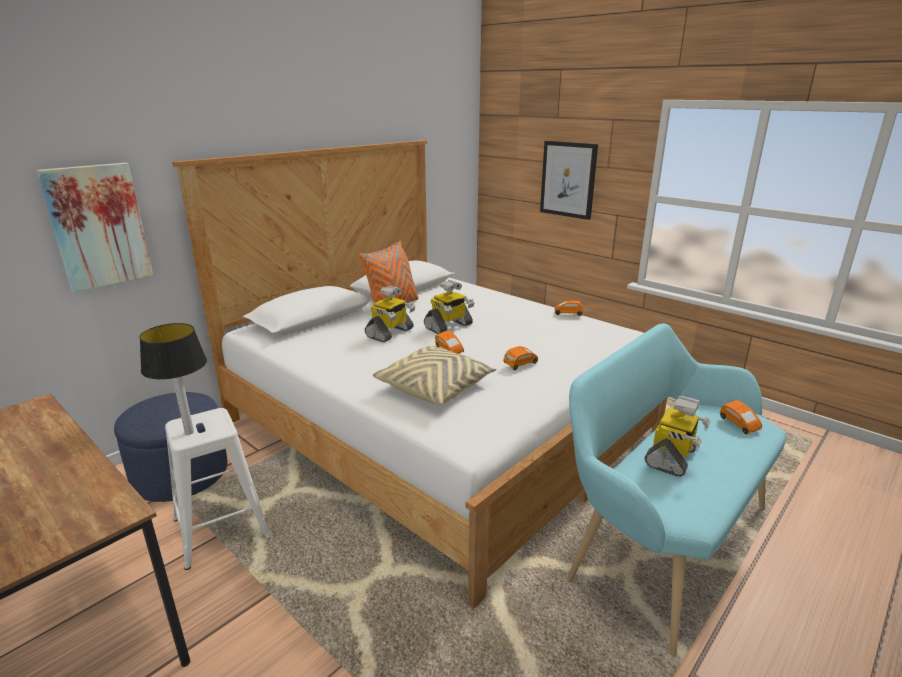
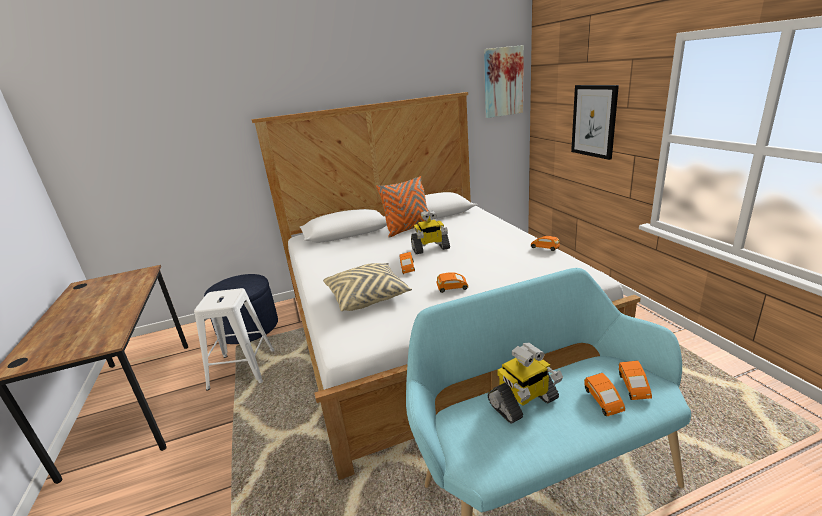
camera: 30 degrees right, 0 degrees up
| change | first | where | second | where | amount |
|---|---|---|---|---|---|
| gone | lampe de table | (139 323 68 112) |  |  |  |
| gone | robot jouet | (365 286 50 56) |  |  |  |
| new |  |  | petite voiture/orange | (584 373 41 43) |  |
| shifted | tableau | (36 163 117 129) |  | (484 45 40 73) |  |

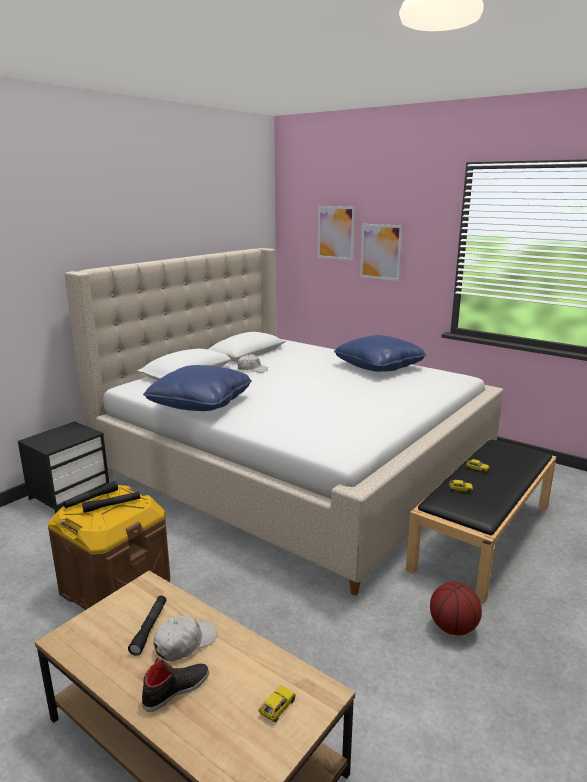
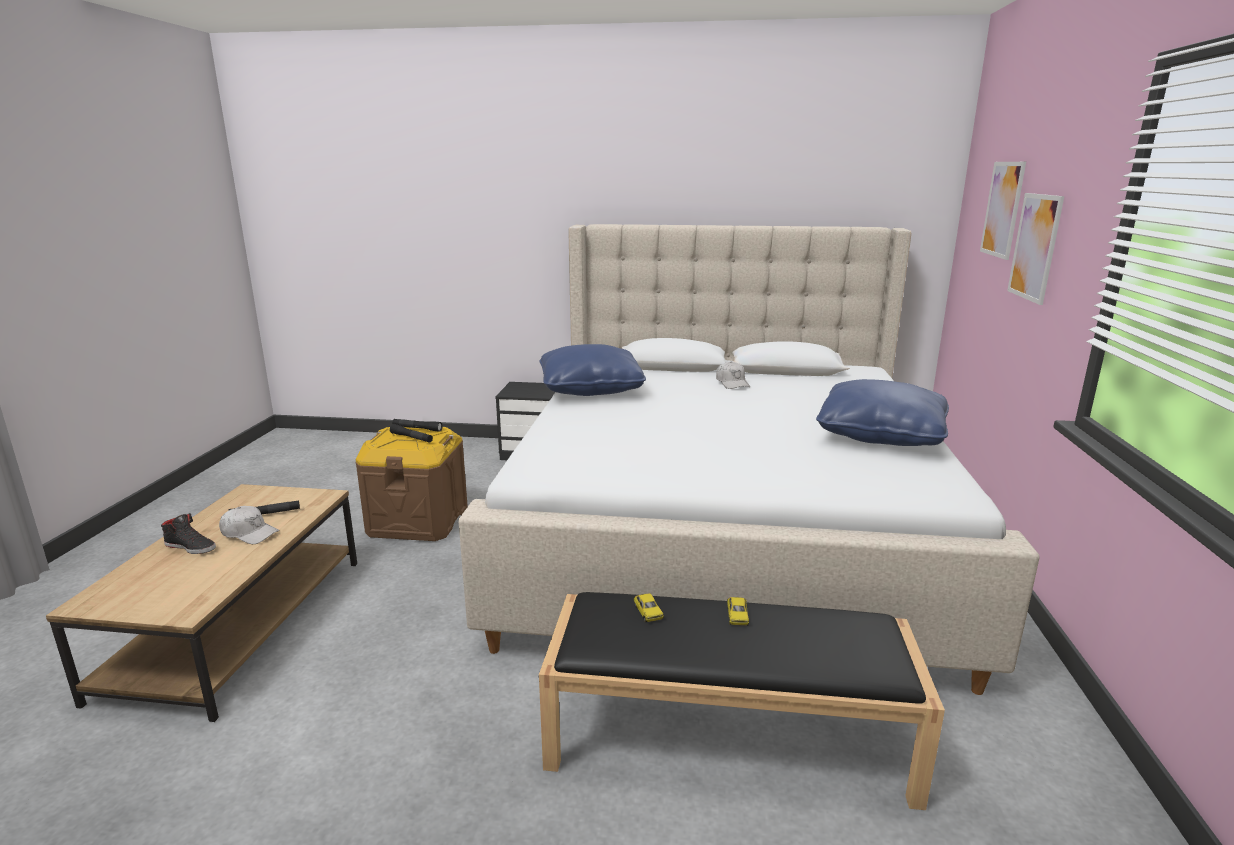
camera: 60 degrees right, 0 degrees up
| change | first | where | second | where | amount |
|---|---|---|---|---|---|
| gone | petite voiture | (259 686 37 37) |  |  |  |
| gone | ballon de basket | (430 582 52 54) |  |  |  |

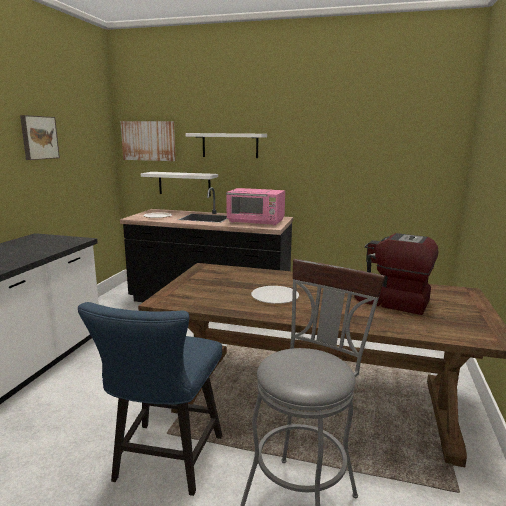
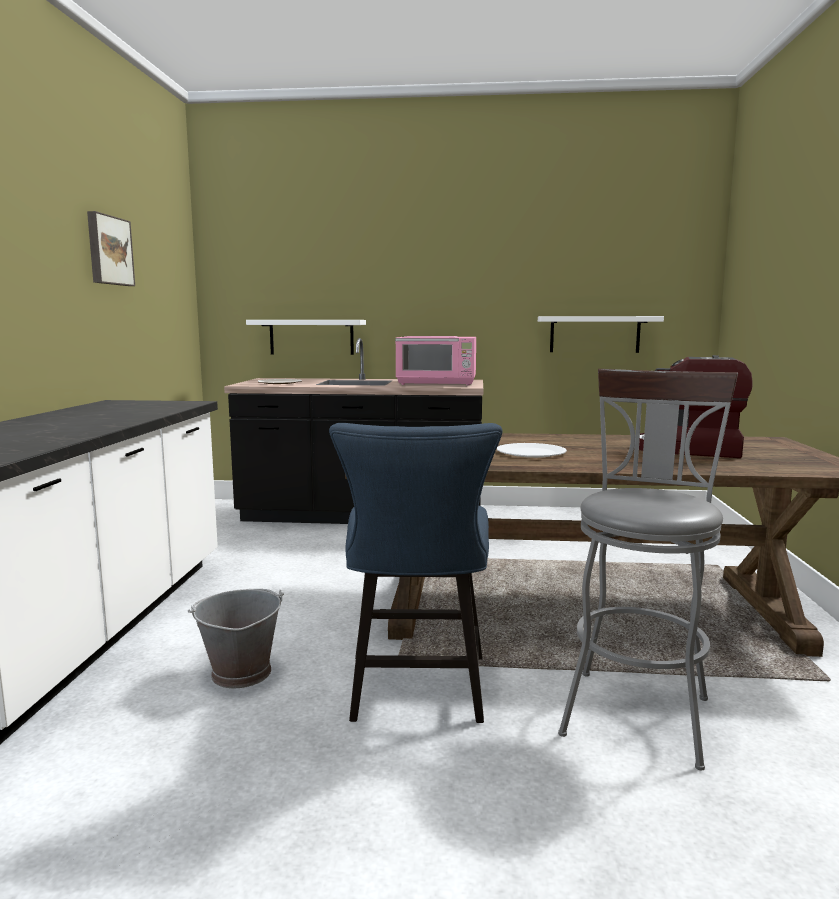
camera: 10 degrees left, 5 degrees down
| change | first | where | second | where | amount |
|---|---|---|---|---|---|
| gone | tableau | (120 121 56 40) |  |  |  |
| new |  |  | seau/gris | (188 589 96 99) |  |
| shifted | étagère/blanc | (185 133 82 25) |  | (538 316 126 37) |  |

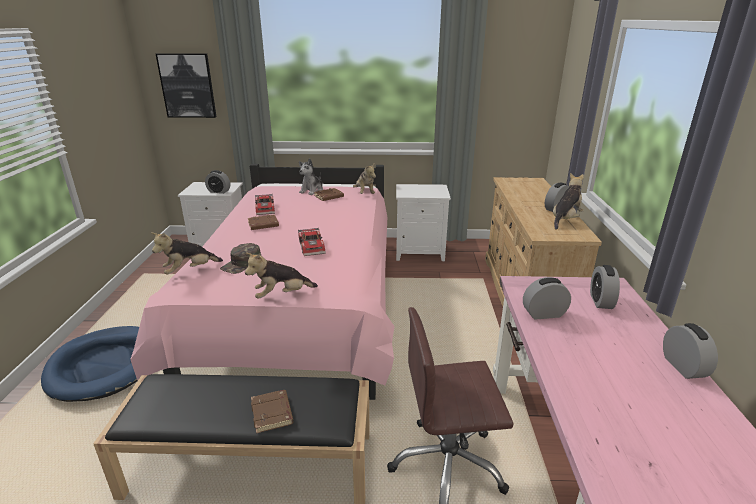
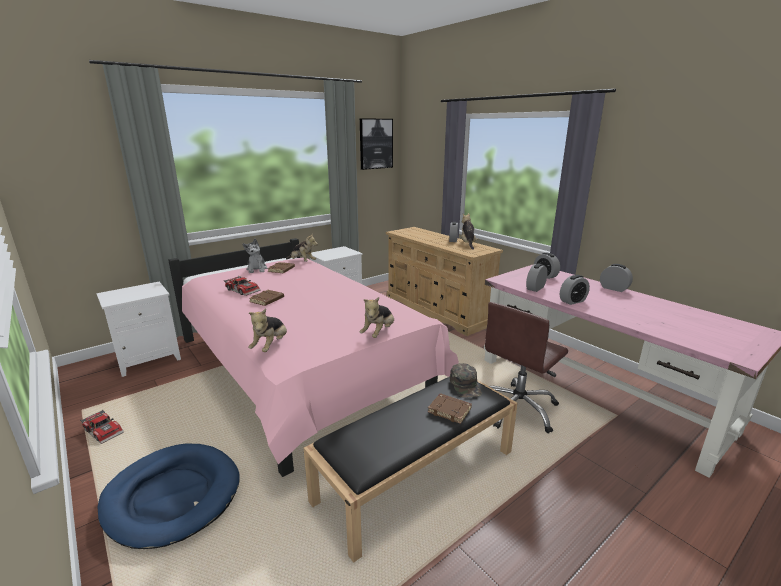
camera: 40 degrees left, 5 degrees down
| change | first | where | second | where | amount |
|---|---|---|---|---|---|
| shifted | tableau | (156 53 61 65) |  | (360 118 33 52) |  |
| shifted | réveil | (205 170 25 24) |  | (560 275 30 30) |  |
| shifted | casquette/vert | (220 243 41 31) |  | (450 363 32 35) |  |
| shifted | petite voiture | (298 227 28 29) |  | (80 410 44 34) |  |

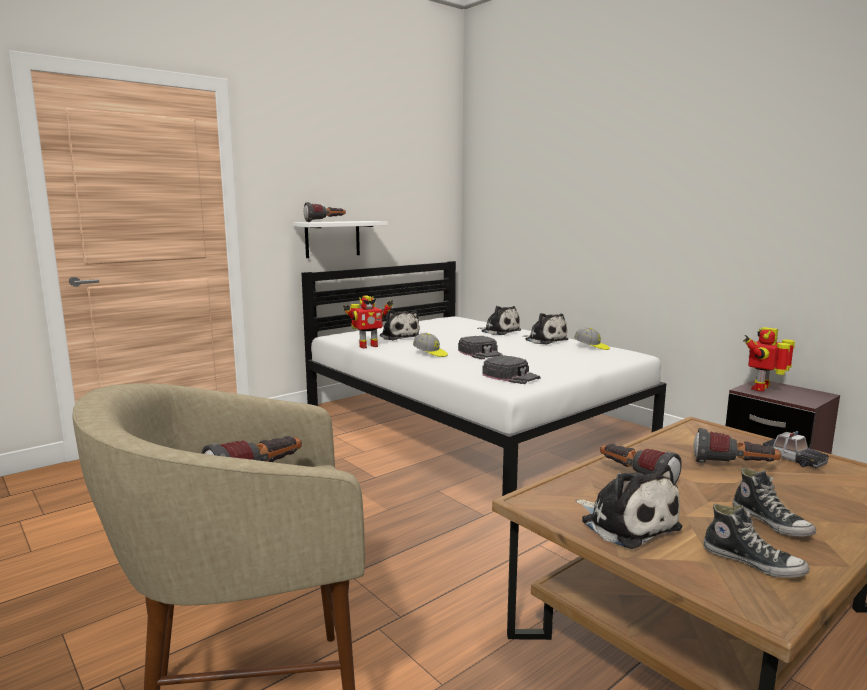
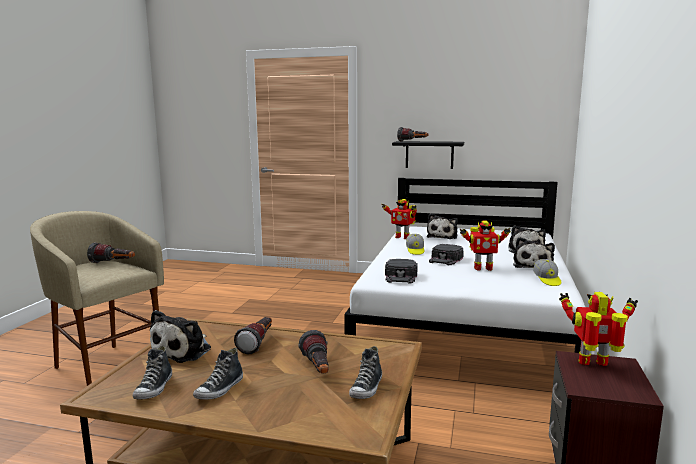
camera: 55 degrees right, 0 degrees up
| change | first | where | second | where | amount |
|---|---|---|---|---|---|
| new |  |  | robot jouet | (460 221 51 50) |  |
| swapped | petite voiture | (762 431 67 37) | chaussure | (349 346 33 53) |  |
| repainted | étagère/blanc | (292 221 96 37) | étagère/noir | (392 141 72 28) |  |

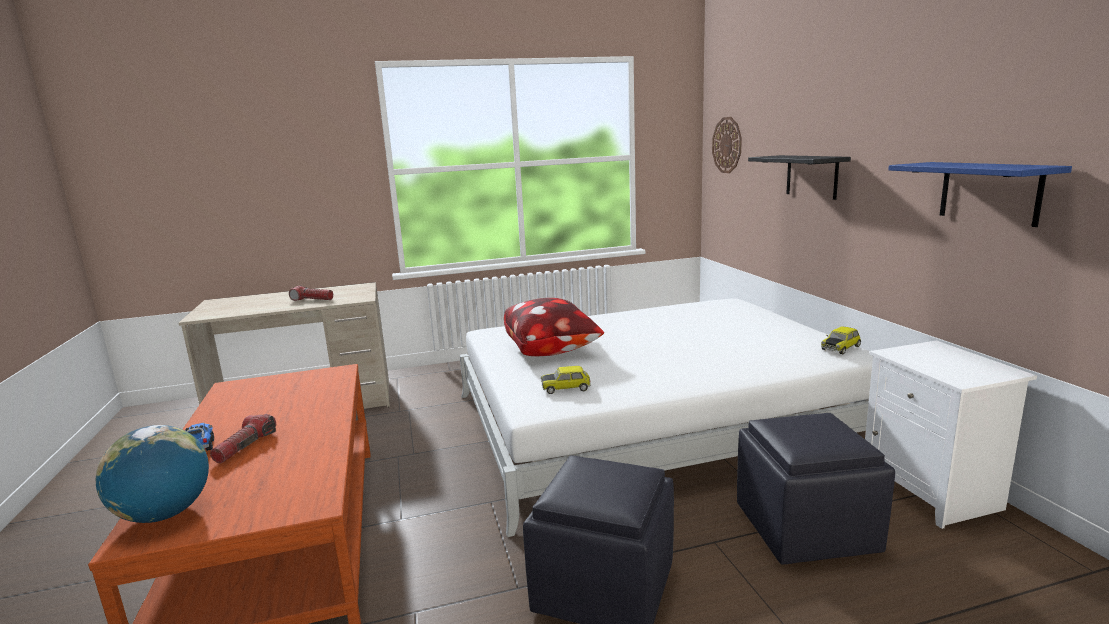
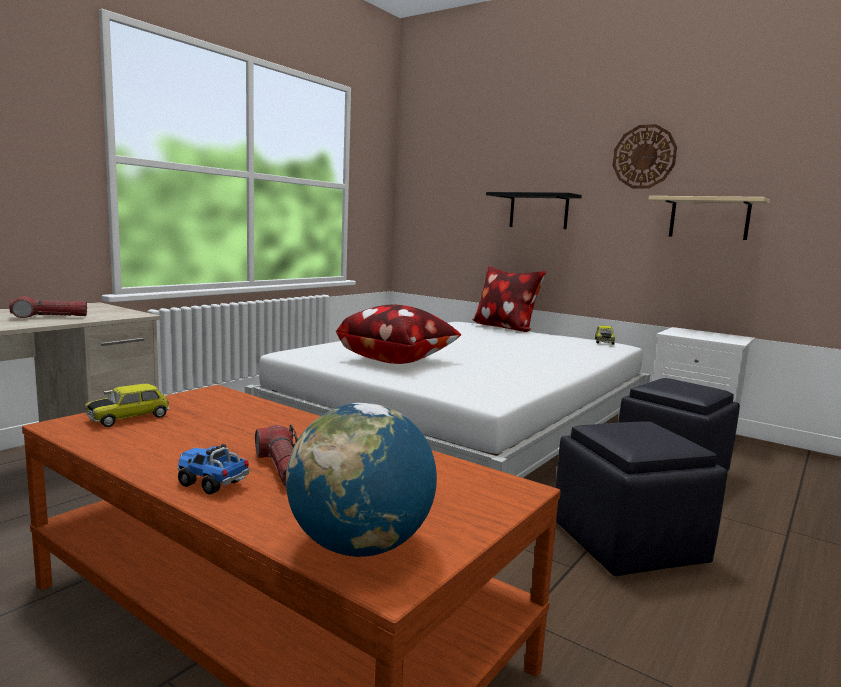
camera: 40 degrees left, 5 degrees down
| change | first | where | second | where | amount |
|---|---|---|---|---|---|
| new |  |  | coussin | (473 266 73 66) |  |
| shifted | petite voiture | (541 366 50 28) |  | (85 384 84 43) |  |
| shifted | horloge murale | (712 117 30 56) |  | (613 124 64 65) |  |
| repainted | étagère/bleu | (888 162 184 65) | étagère/beige | (649 196 121 44) |  |

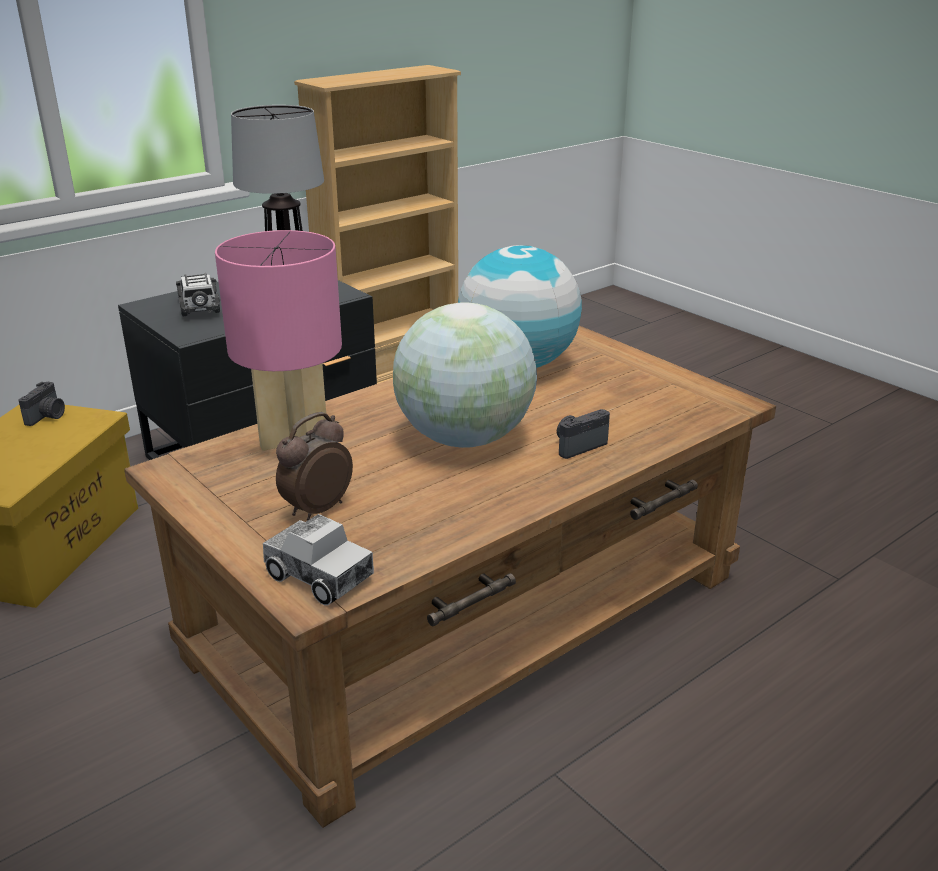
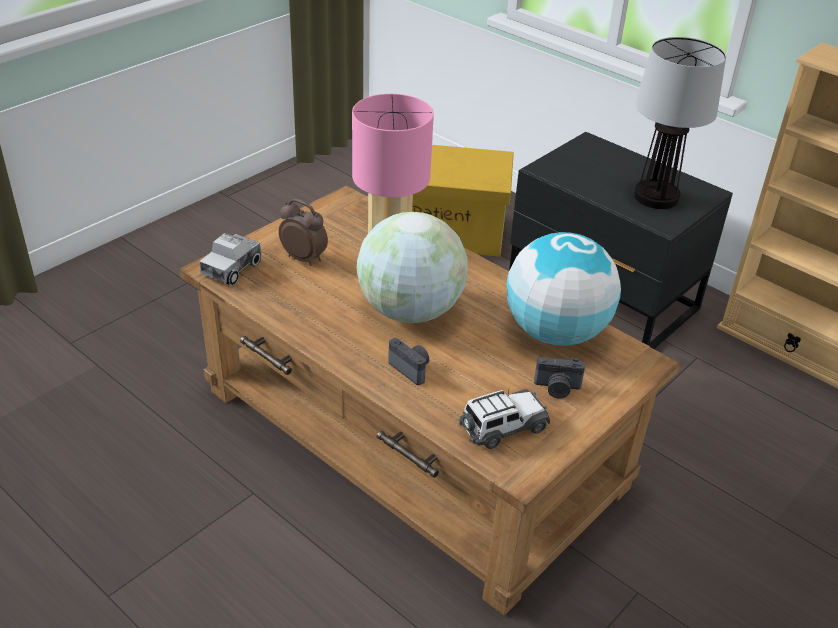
camera: 80 degrees right, 10 degrees up
| change | first | where | second | where | amount |
|---|---|---|---|---|---|
| shifted | appareil photo | (18 382 47 44) |  | (534 357 51 41) |  |
| shifted | petite voiture | (176 272 44 44) |  | (459 389 91 60) |  |

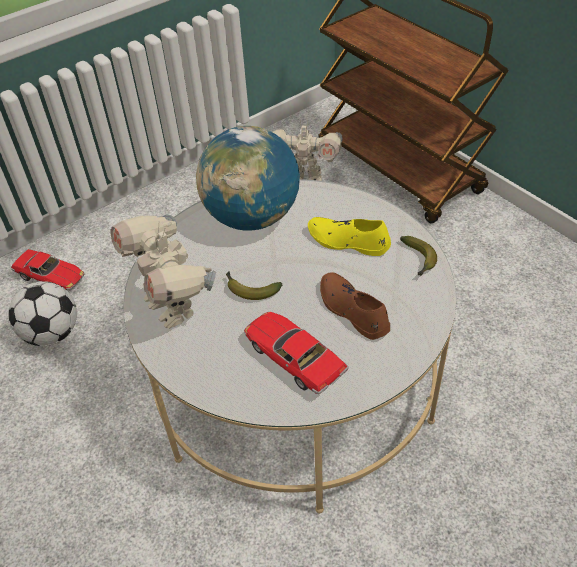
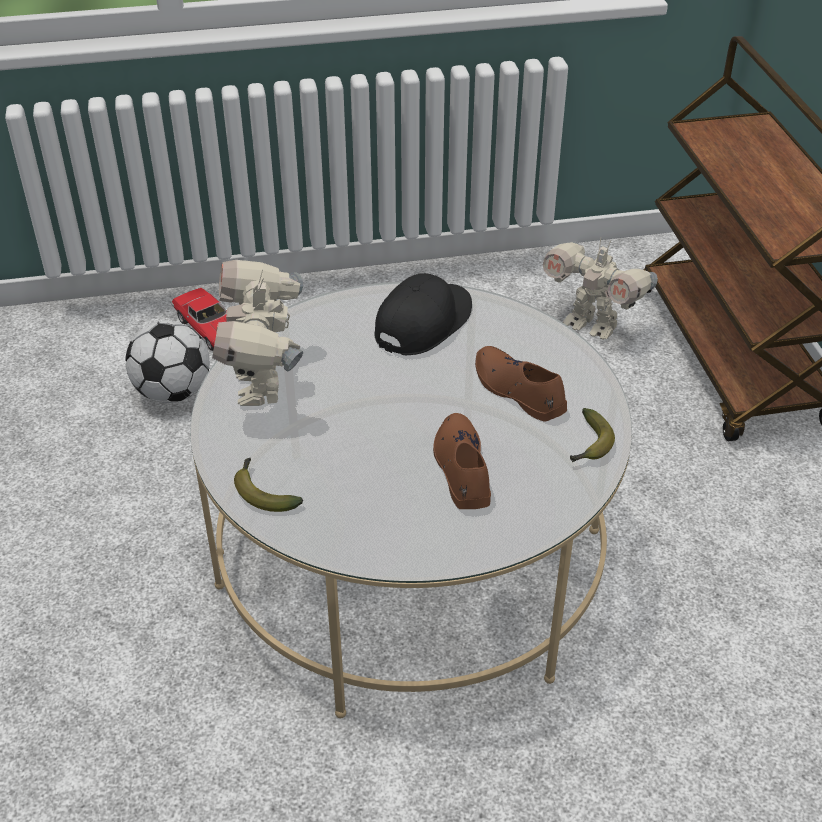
camera: 25 degrees right, 5 degrees down
| change | first | where | second | where | amount |
|---|---|---|---|---|---|
| gone | petite voiture | (244 312 104 82) |  |  |  |
| shifted | banane | (226 271 57 29) |  | (234 458 69 54) |  |
| swapped | globe | (196 126 104 105) | casquette/noir | (375 273 97 82) |  |
| repainted | chaussure/jaune | (308 217 83 39) | chaussure/marron | (475 346 92 75) |  |

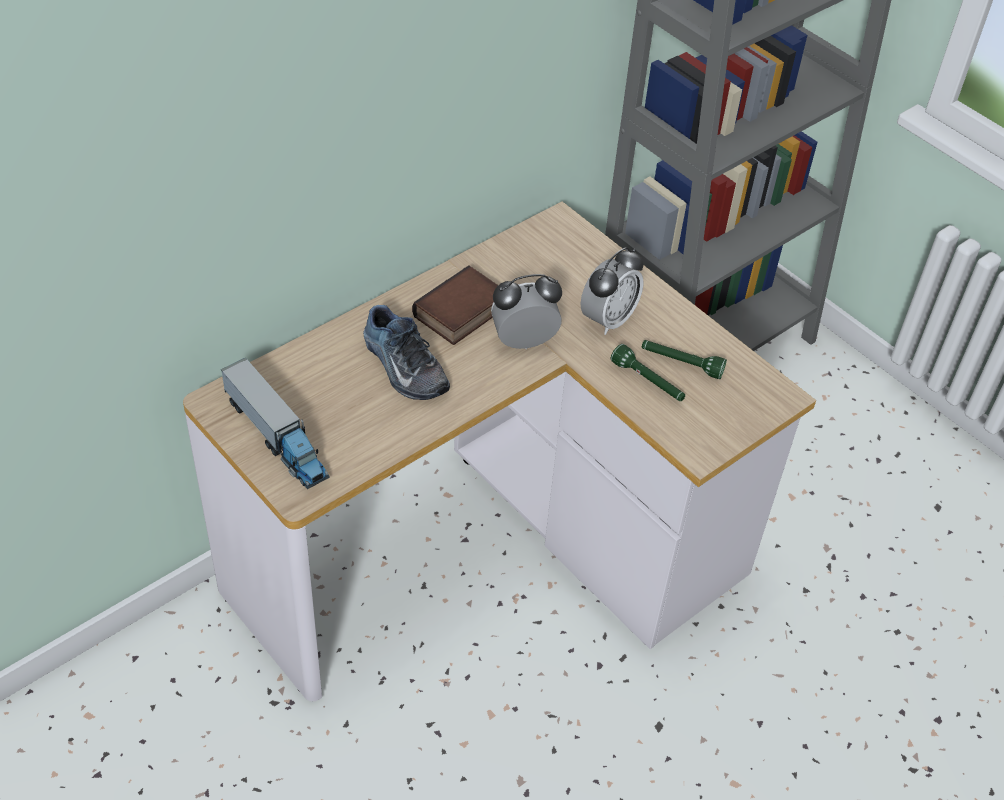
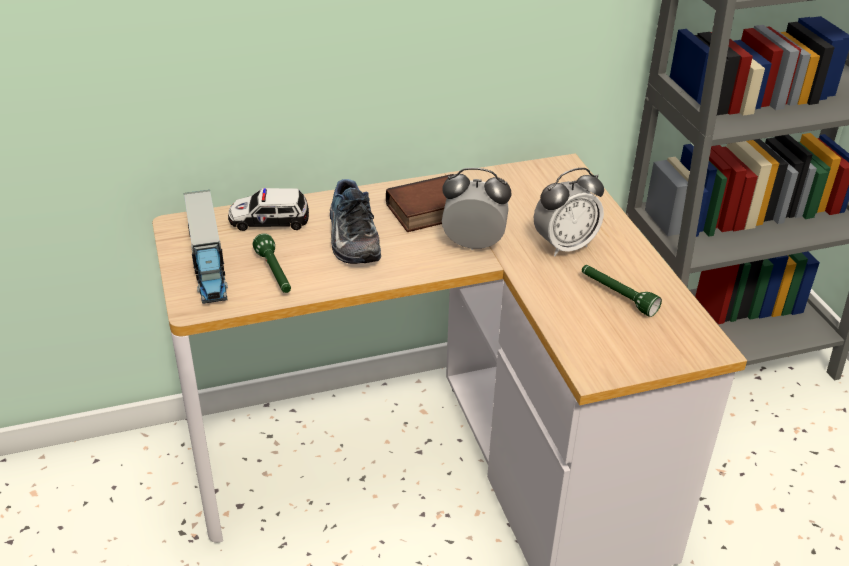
camera: 25 degrees right, 10 degrees down
| change | first | where | second | where | amount |
|---|---|---|---|---|---|
| new |  |  | petite voiture | (228 188 81 43) |  |
| shifted | lampe de poche/vert | (611 344 74 57) |  | (253 233 38 60) |  |

